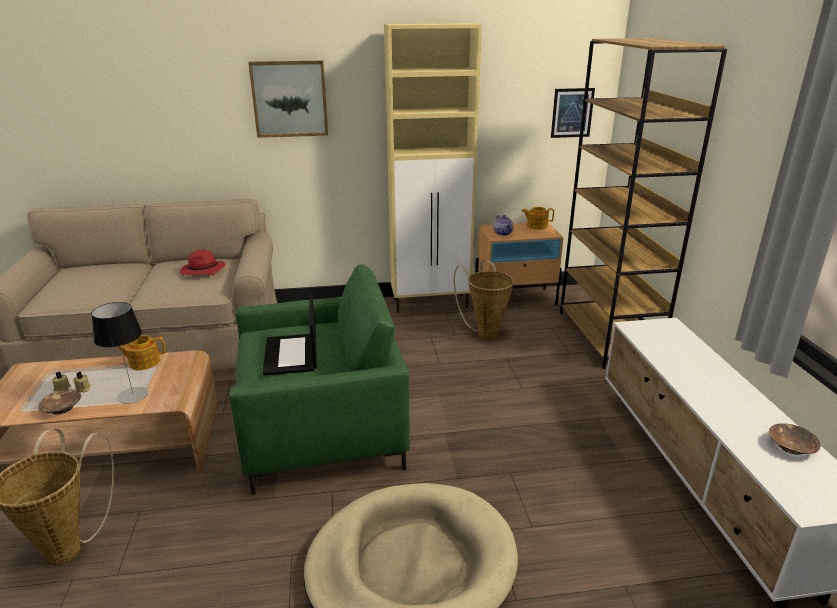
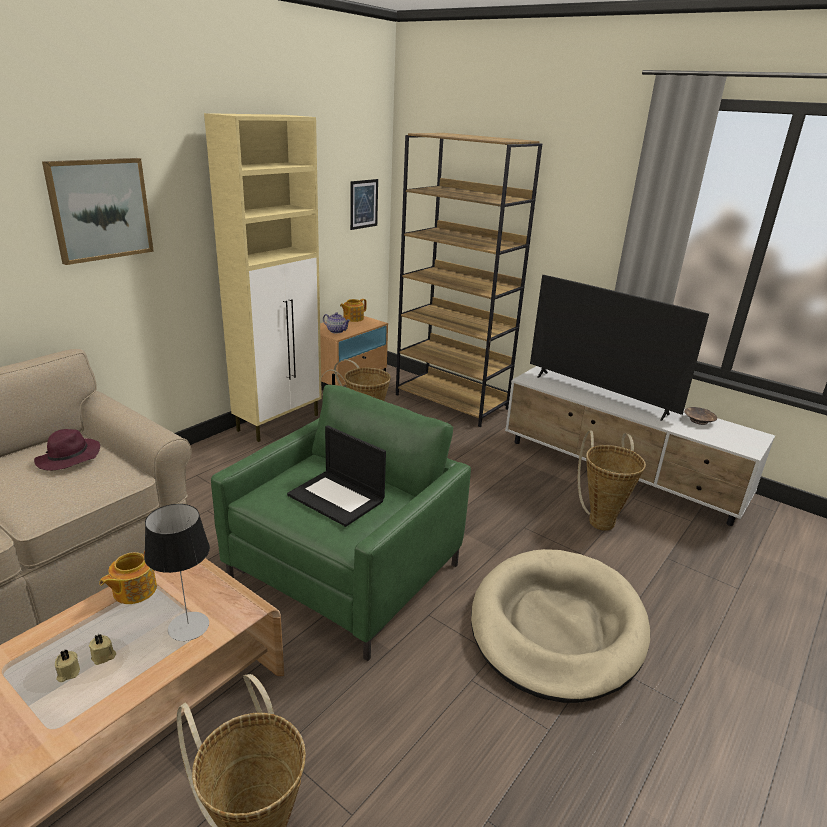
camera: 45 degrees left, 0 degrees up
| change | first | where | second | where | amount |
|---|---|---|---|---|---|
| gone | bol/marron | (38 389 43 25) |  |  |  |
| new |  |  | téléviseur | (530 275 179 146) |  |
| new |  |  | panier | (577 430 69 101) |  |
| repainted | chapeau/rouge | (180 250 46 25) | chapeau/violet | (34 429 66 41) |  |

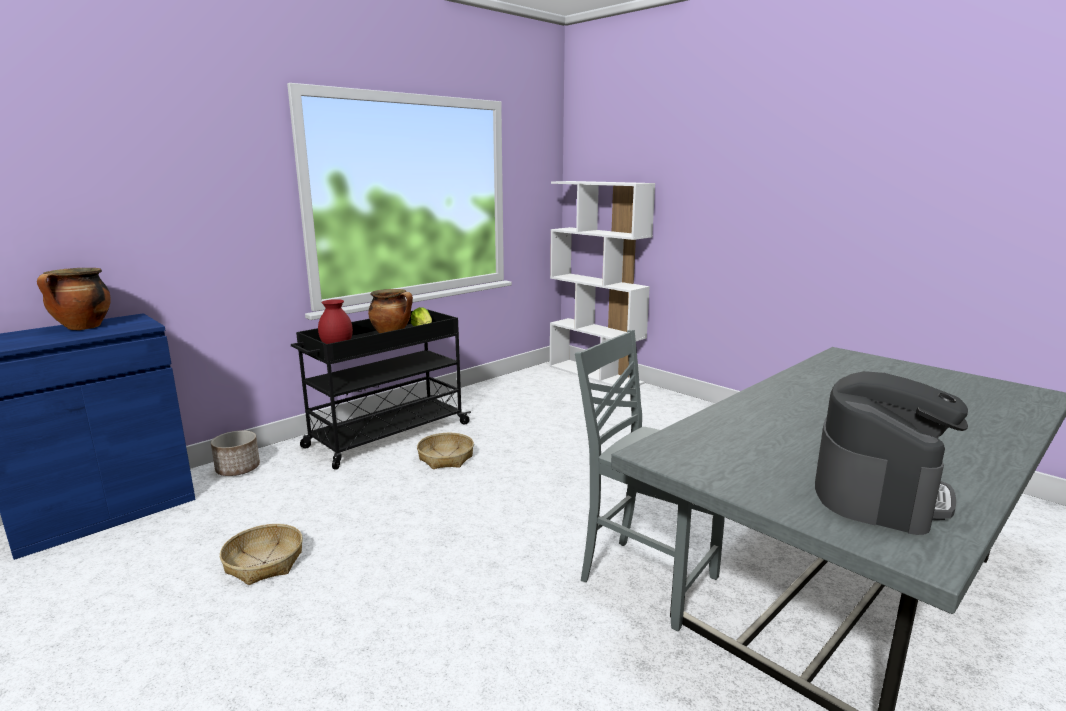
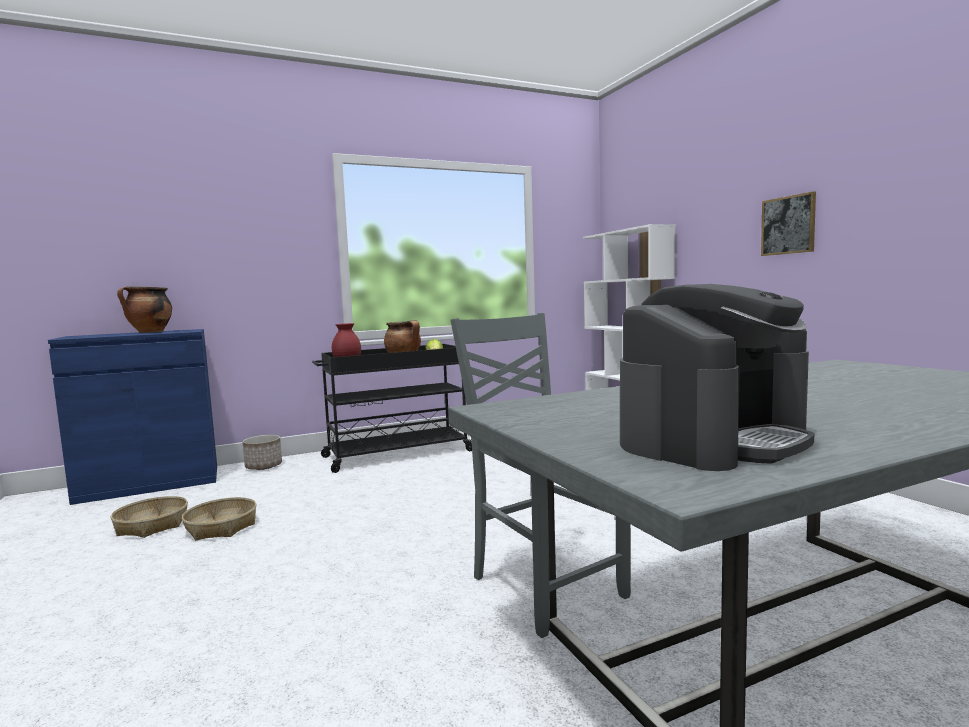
camera: 20 degrees right, 10 degrees down
| change | first | where | second | where | amount |
|---|---|---|---|---|---|
| new |  |  | tableau | (761 191 55 65) |  |
| shifted | panier | (417 433 57 36) |  | (111 496 77 42) |  |

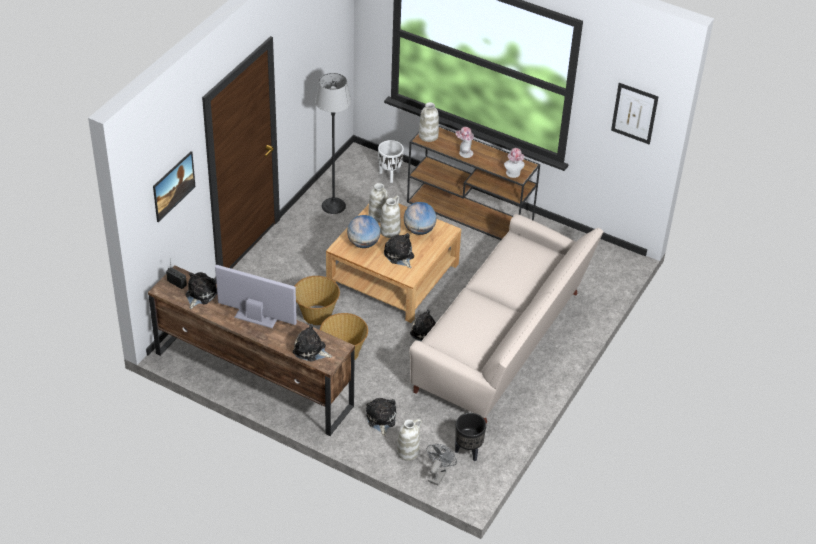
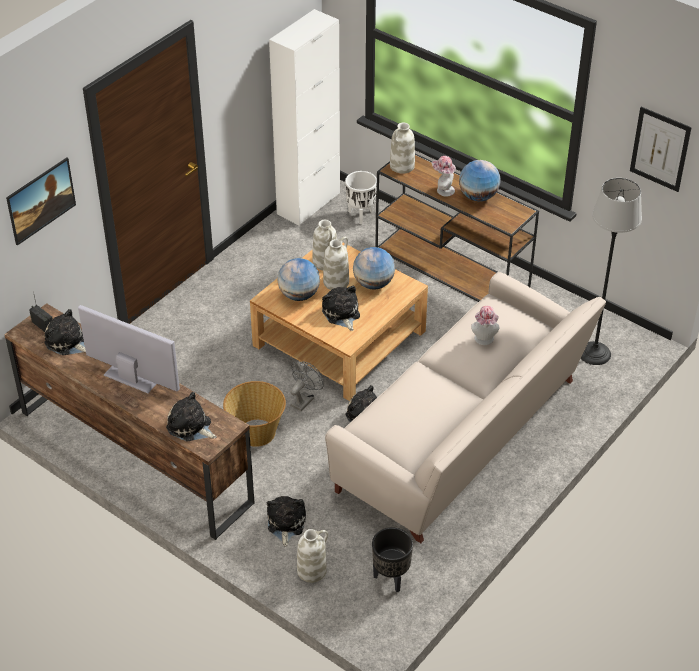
camera: 10 degrees right, 0 degrees up
| change | first | where | second | where | amount |
|---|---|---|---|---|---|
| gone | panier | (295 276 45 49) |  |  |  |
| new |  |  | meuble de rangement/blanc | (269 9 71 217) |  |
| new |  |  | globe | (459 160 42 41) |  |
| shifted | lampadaire | (315 73 36 141) |  | (581 178 61 187) |  |
| shifted | ventilateur/gris | (427 444 30 41) |  | (290 361 34 50) |  |
| shifted | chapeau | (504 148 21 30) |  | (471 306 29 39) |  |
| rotated | peluche | (185 272 32 37) |  | (44 309 42 47) | 90 degrees counterclockwise |

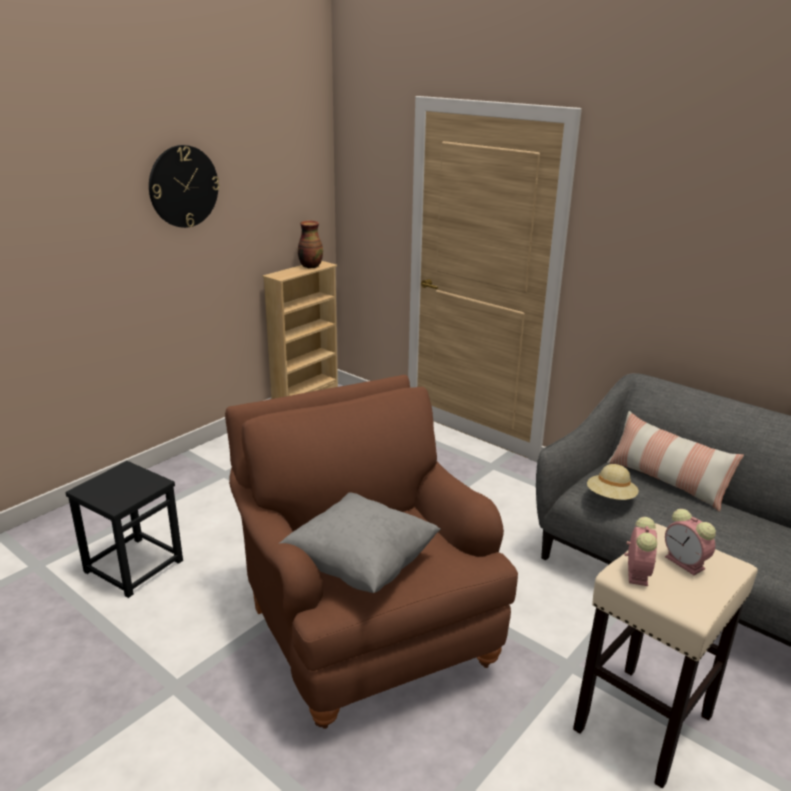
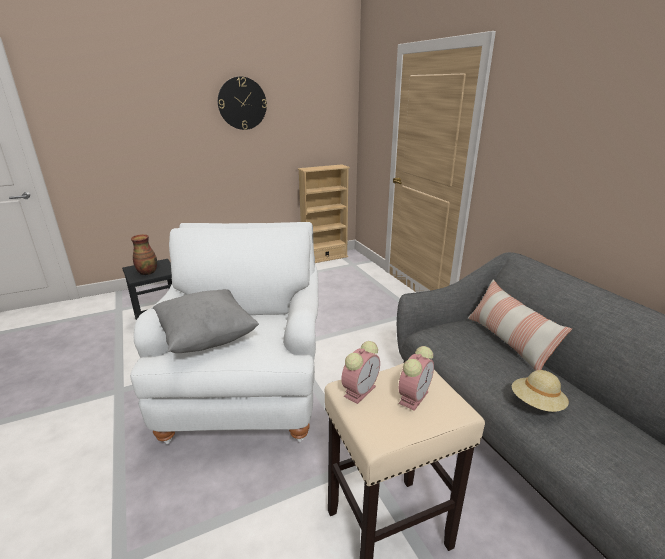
camera: 25 degrees right, 0 degrees up
| change | first | where | second | where | amount |
|---|---|---|---|---|---|
| shifted | vase | (298 220 25 48) |  | (131 234 26 41) |  |
| shifted | chapeau/beige | (587 464 52 36) |  | (512 370 57 42) |  |
| repainted | fauteuil/marron | (225 375 293 354) | fauteuil/blanc | (130 222 189 222) |  |
| rotated | réveil | (665 509 51 66) |  | (399 346 35 65) | 135 degrees counterclockwise |

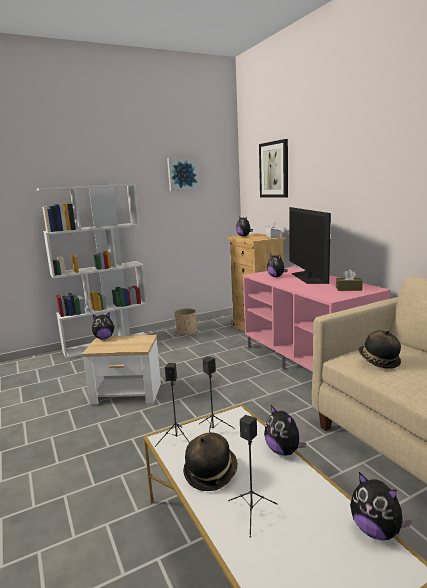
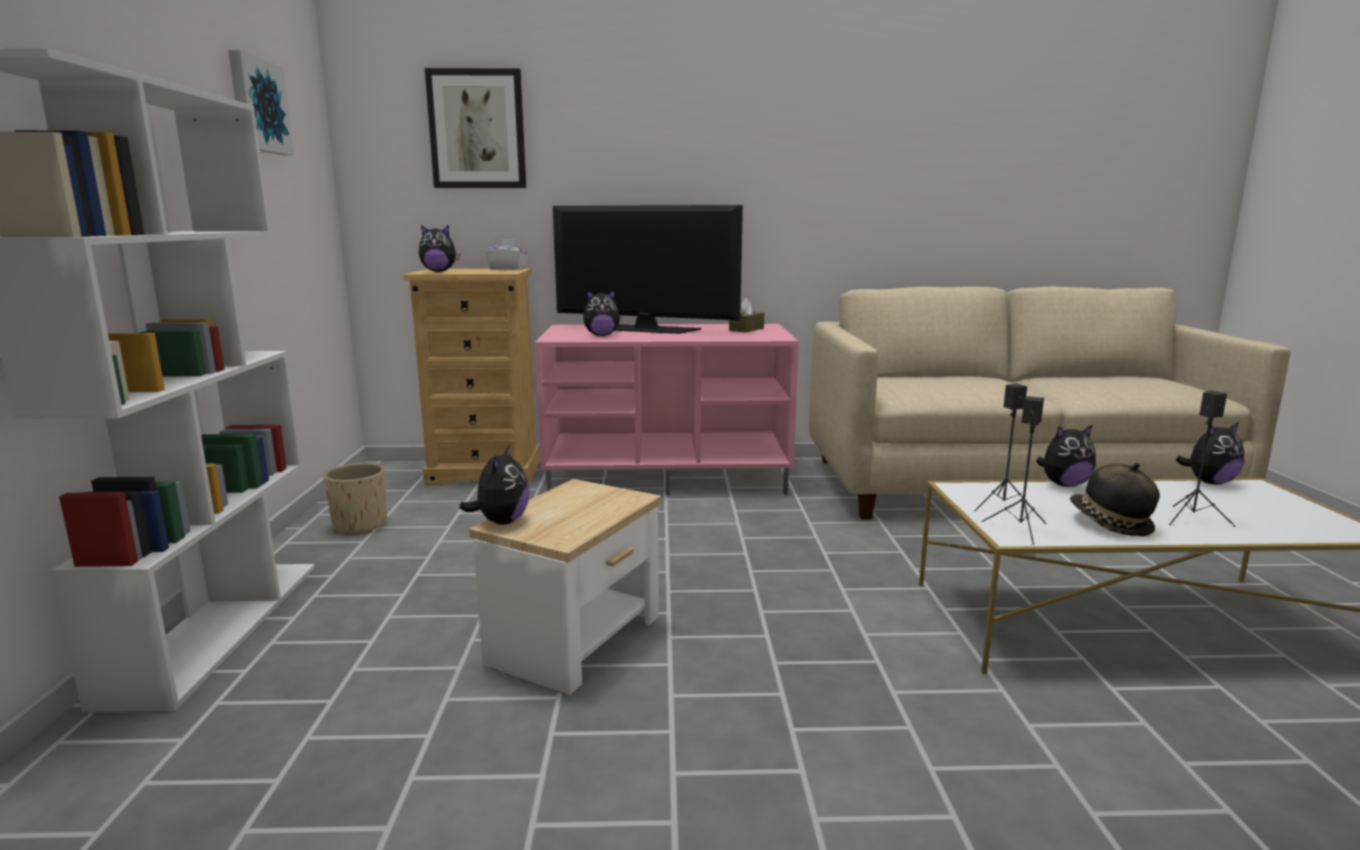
camera: 65 degrees left, 0 degrees up
| change | first | where | second | where | amount |
|---|---|---|---|---|---|
| gone | chapeau | (359 330 42 39) |  |  |  |

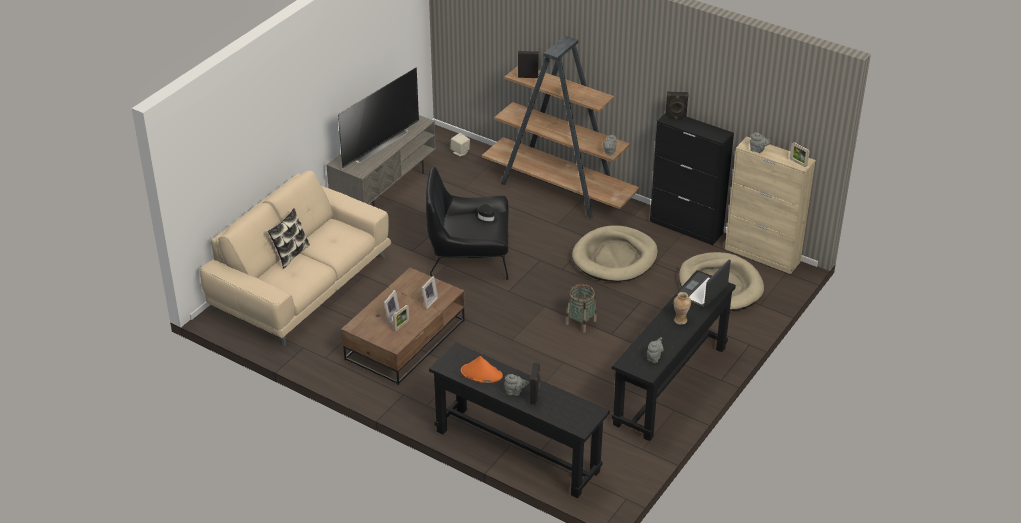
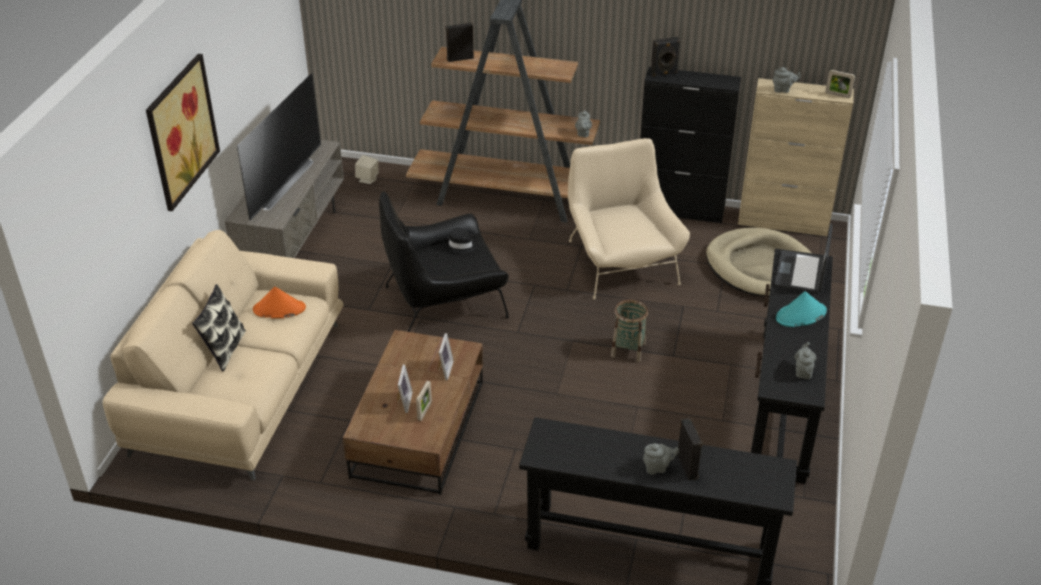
camera: 20 degrees left, 0 degrees up
| change | first | where | second | where | amount |
|---|---|---|---|---|---|
| new |  |  | tableau | (146 54 74 157) |  |
| shifted | chapeau/orange | (461 356 42 27) |  | (253 287 53 32) |  |
| swapped | panier pour chien/beige | (572 226 86 56) | fauteuil/beige | (568 138 122 162) |  |
| swapped | vase | (673 292 18 33) | chapeau/turquoise | (776 291 51 36) |  |

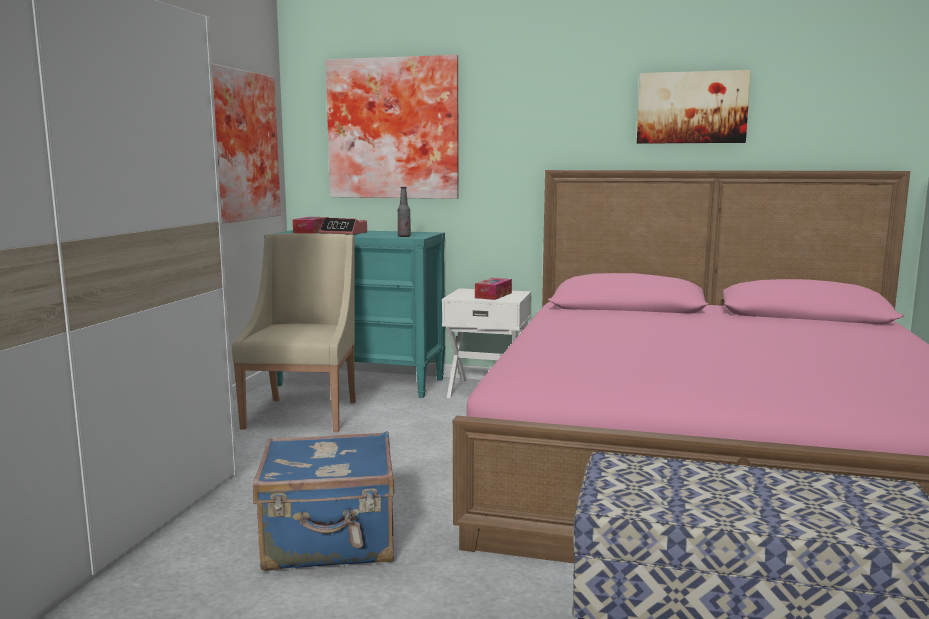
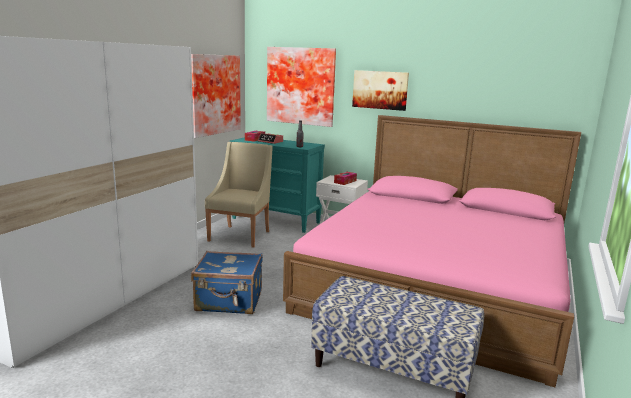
camera: 10 degrees right, 5 degrees up
| change | first | where | second | where | amount |
|---|---|---|---|---|---|
| shifted | tableau | (637 70 114 74) |  | (352 70 57 41) |  |

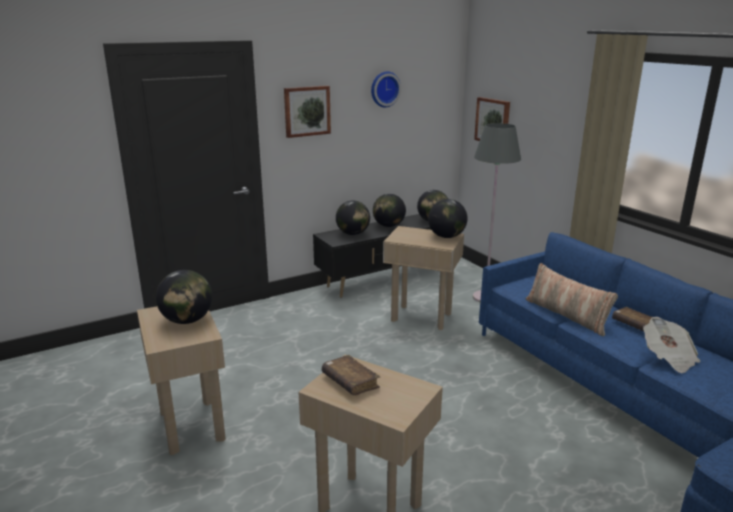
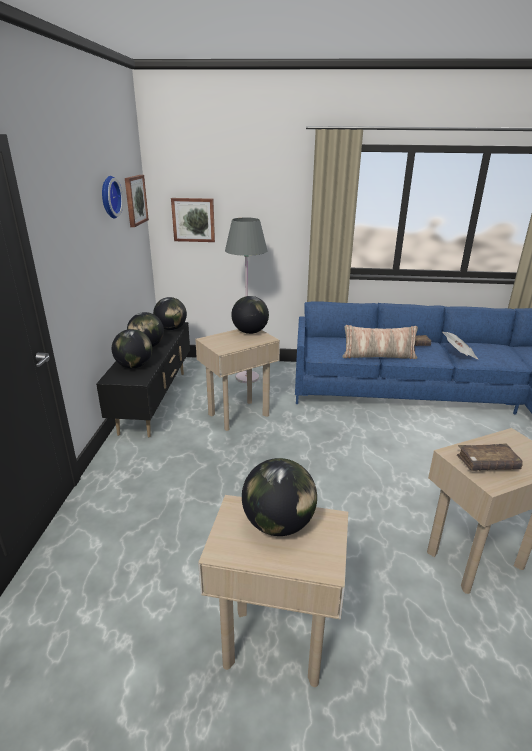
camera: 55 degrees left, 5 degrees up
| change | first | where | second | where | amount |
|---|---|---|---|---|---|
| shifted | tableau | (284 86 47 52) |  | (125 175 24 52) |  |

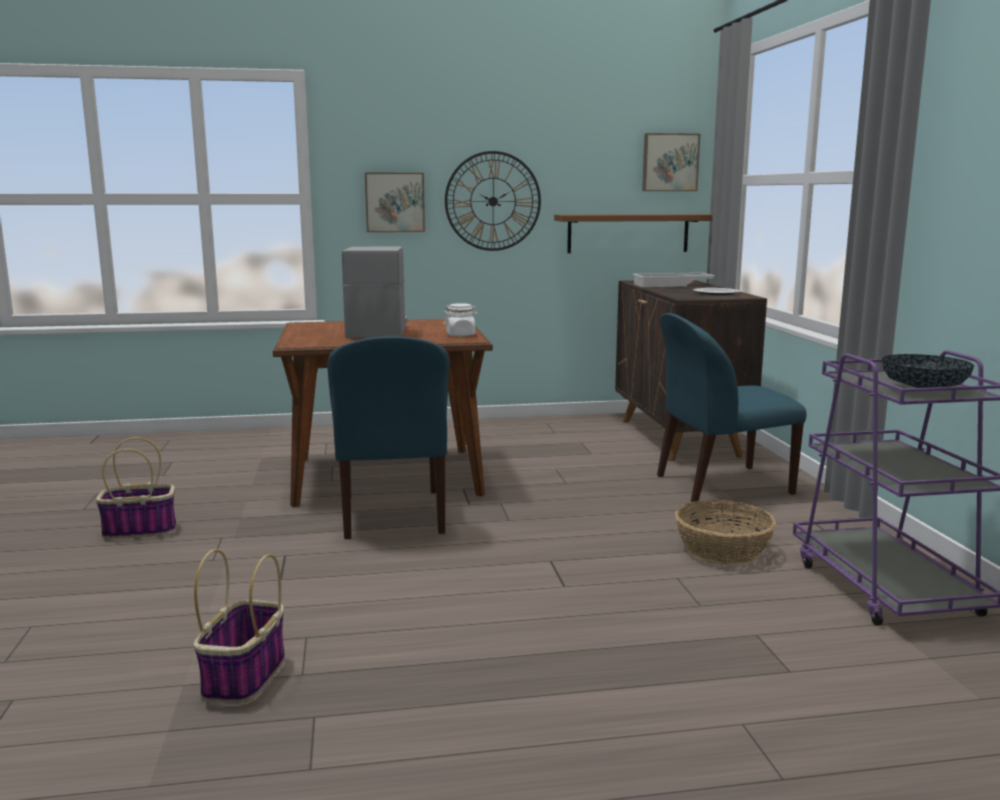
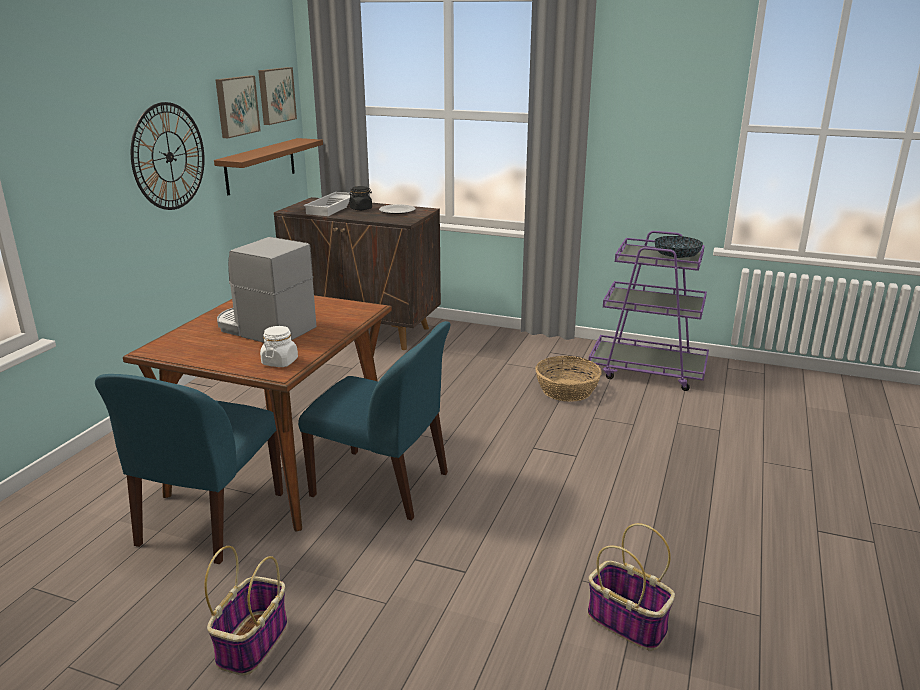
camera: 60 degrees left, 10 degrees up
| change | first | where | second | where | amount |
|---|---|---|---|---|---|
| new |  |  | bocal/noir | (349 186 23 24) |  |
| shifted | tableau | (365 173 60 59) |  | (216 76 45 62) |  |
| shifted | bocal/blanc | (444 303 34 34) |  | (260 326 38 41) |  |
| shifted | chaise/bleu | (657 313 150 189) |  | (95 374 188 190) |  |

